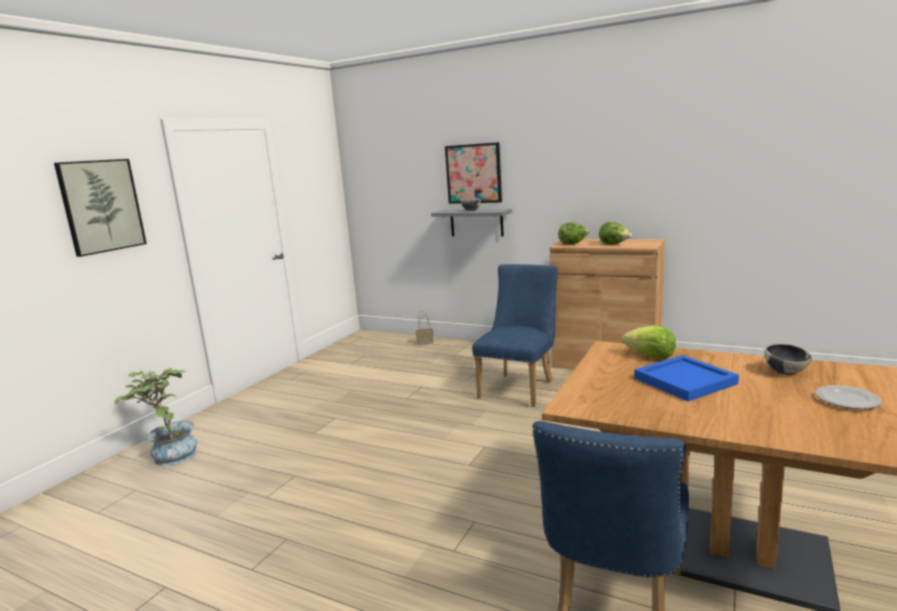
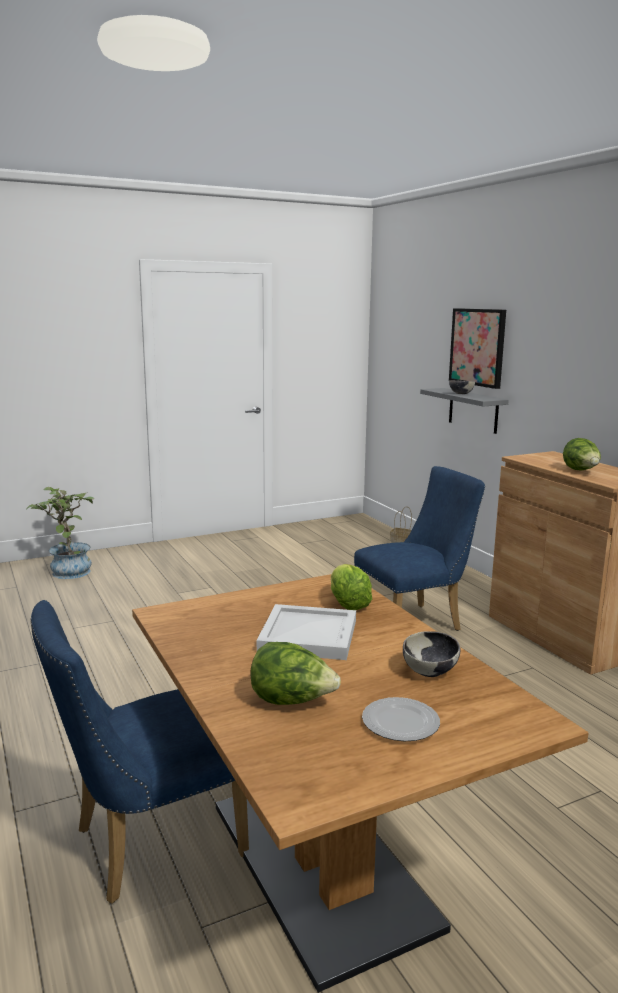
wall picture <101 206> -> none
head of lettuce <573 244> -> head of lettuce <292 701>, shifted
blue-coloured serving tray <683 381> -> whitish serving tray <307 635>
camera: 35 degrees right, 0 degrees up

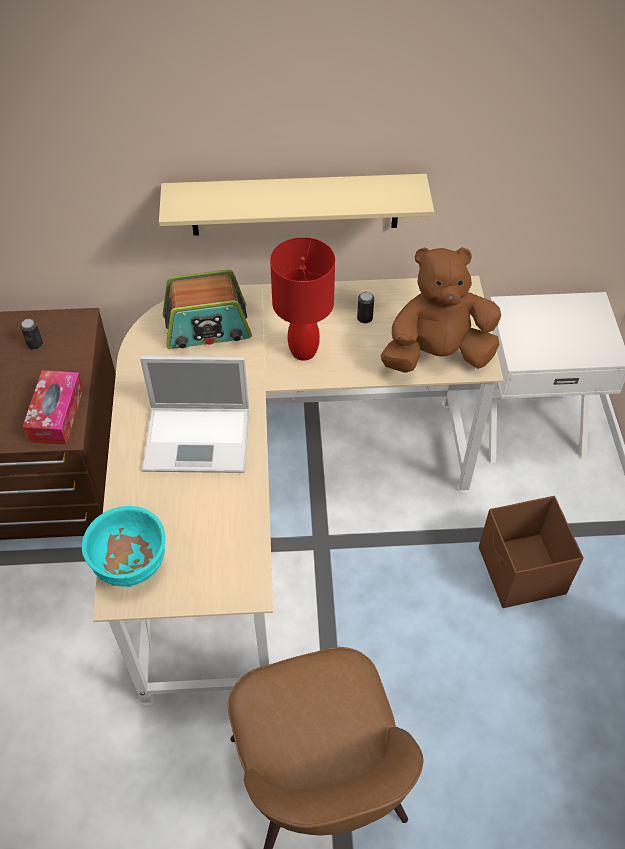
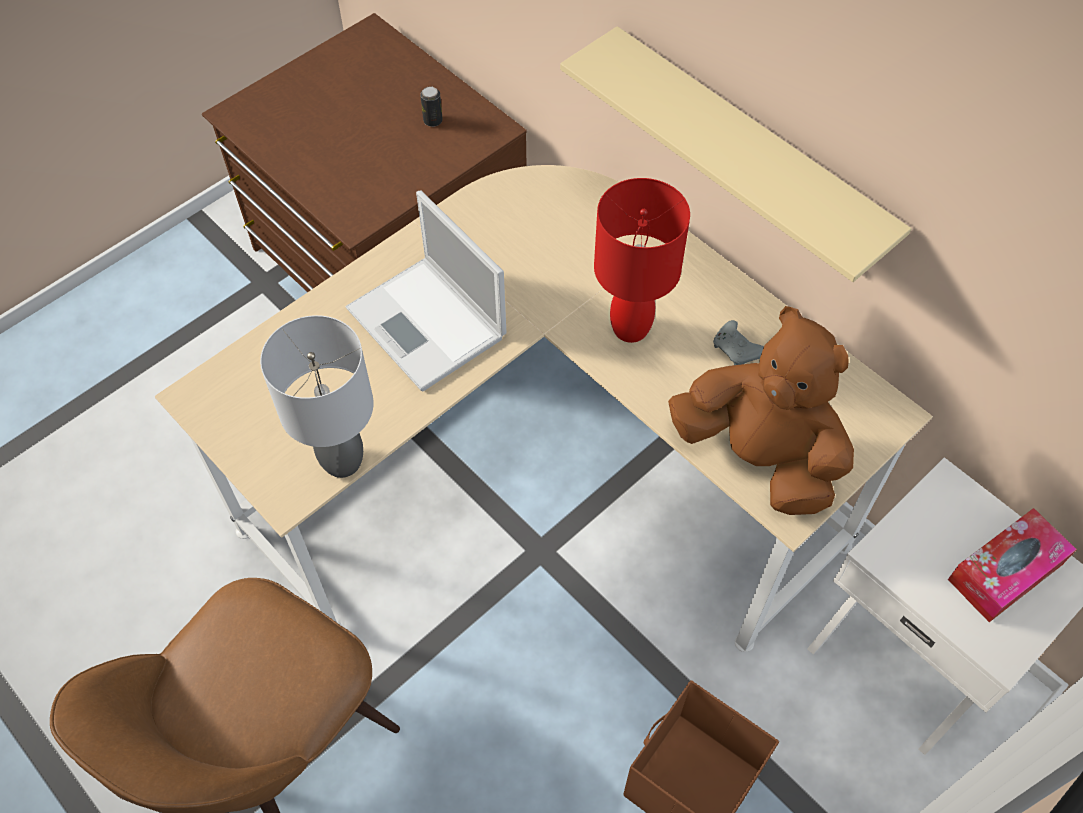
box of tissues <56 414> -> box of tissues <1005 572>, shifted
blue-green bowl <132 563> -> none
radio <207 328> -> none
sealed can <364 318> -> grey gamepad <737 350>
none -> grey table lamp <344 461>
camera: 50 degrees right, 5 degrees up

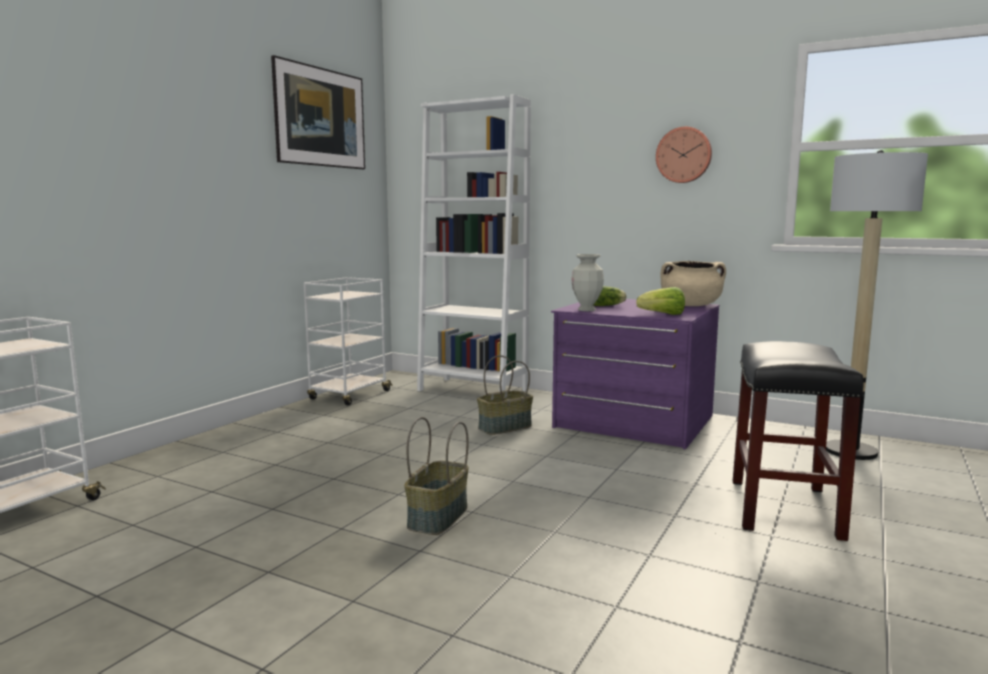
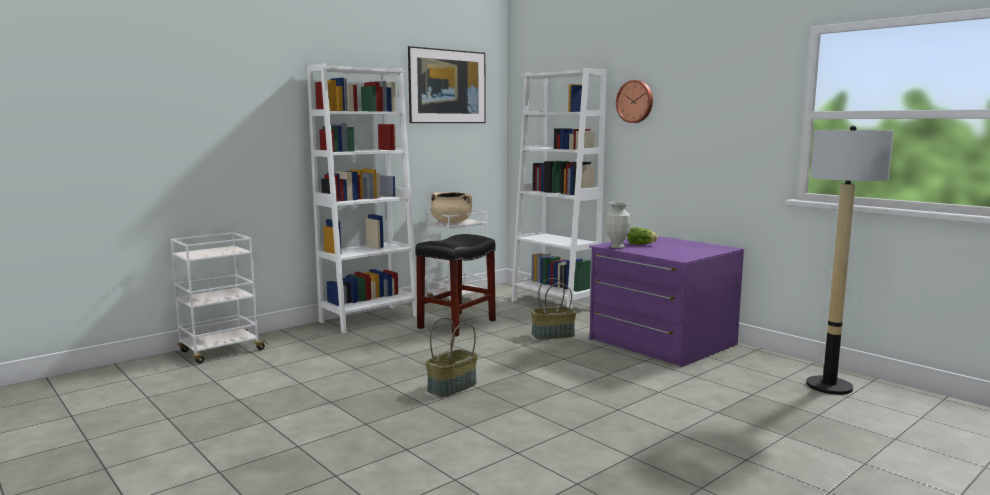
head of lettuce <663 315> -> none
hanging clock <684 155> -> hanging clock <635 101>, shifted
beige-coloured stockpot <691 305> -> beige-coloured stockpot <451 222>, shifted
black-coloured stool <783 507> -> black-coloured stool <457 324>, shifted
none -> whitish shelving unit <369 319>
camera: 20 degrees right, 0 degrees up

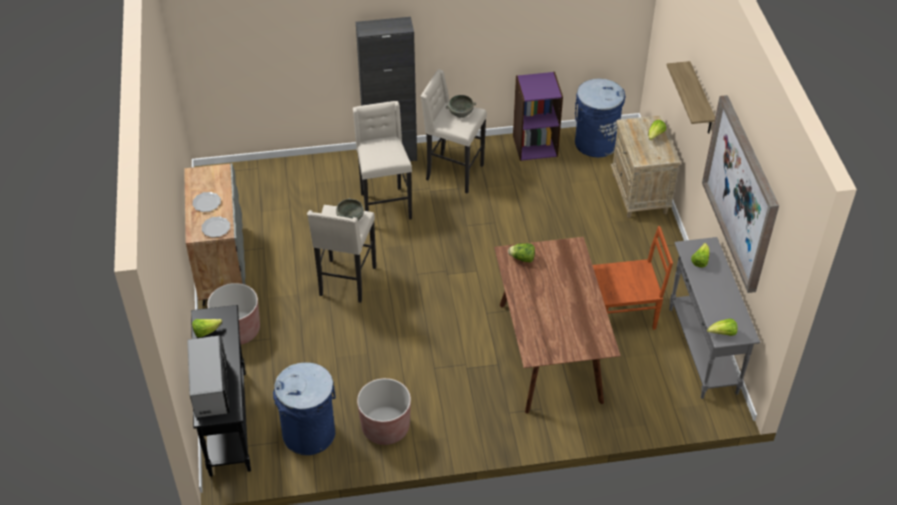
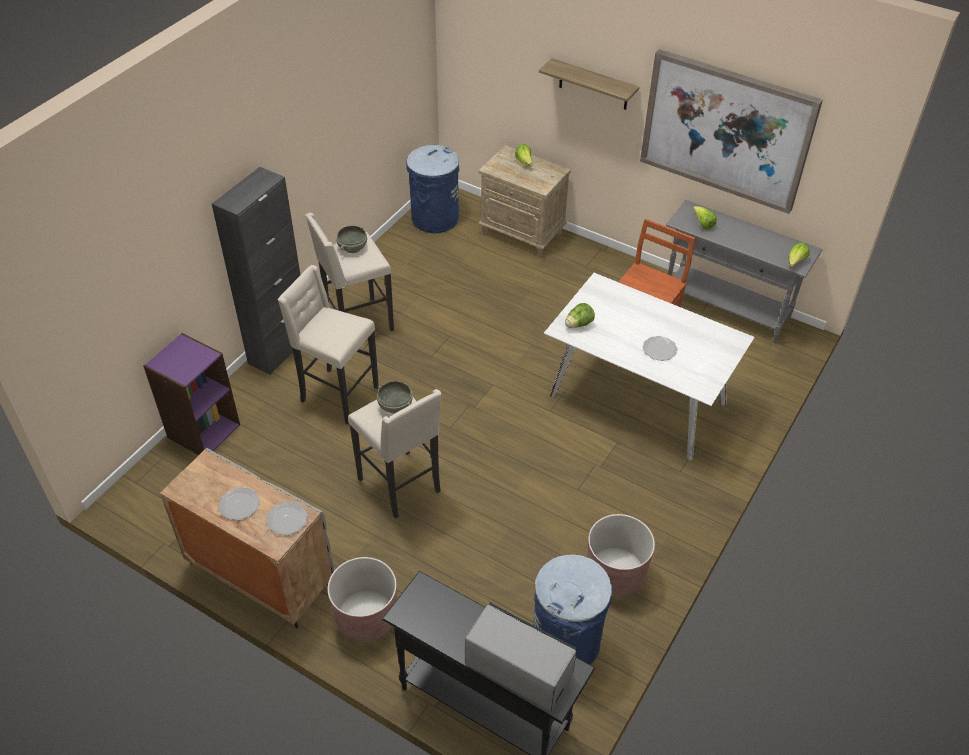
head of lettuce <206 331> -> none
brownish dinner table <548 352> -> whitish dinner table <636 400>
purple-coloured shelving unit <535 145> -> purple-coloured shelving unit <203 430>, shifted
none -> dinner plate <660 350>
camera: 50 degrees left, 0 degrees up

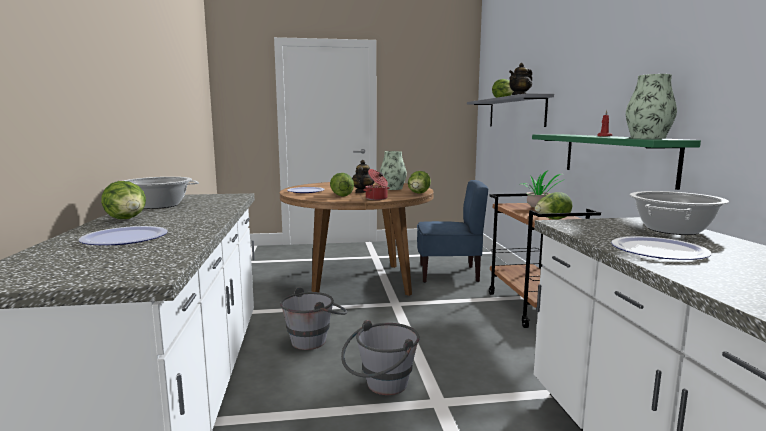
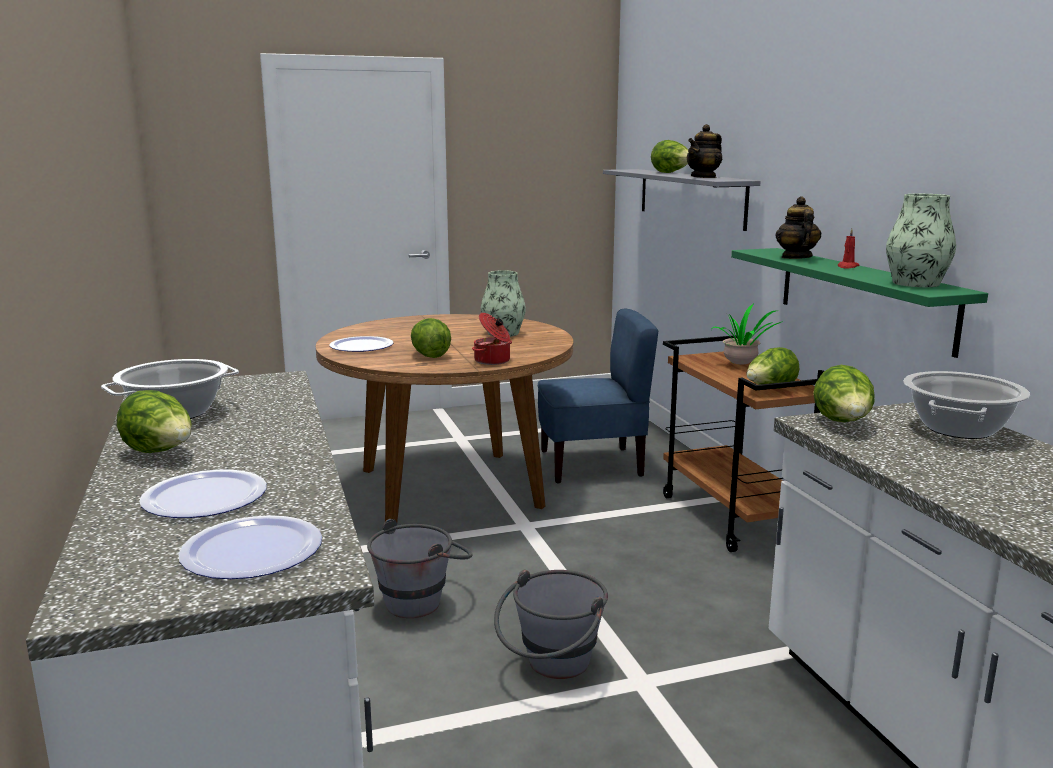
teapot <362 192> -> teapot <796 257>, shifted
head of lettuce <418 194> -> head of lettuce <843 423>, shifted
dinner plate <658 250> -> dinner plate <252 550>, shifted
camera: 10 degrees left, 5 degrees up

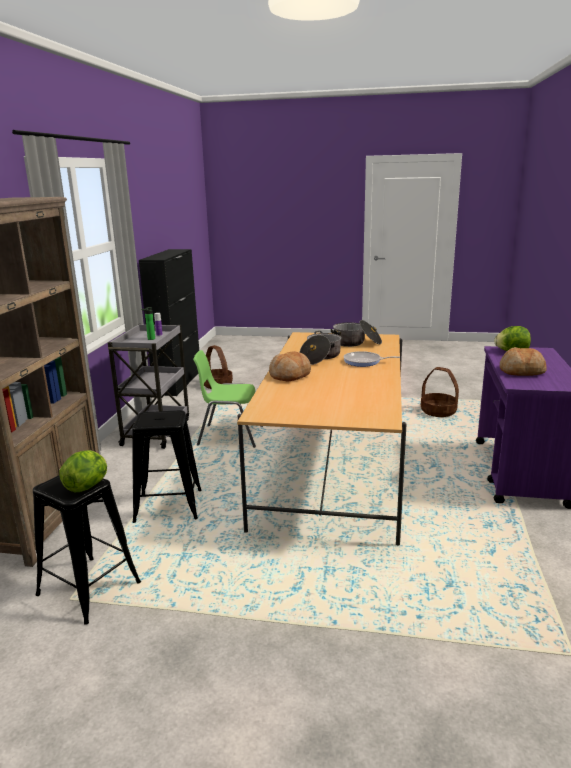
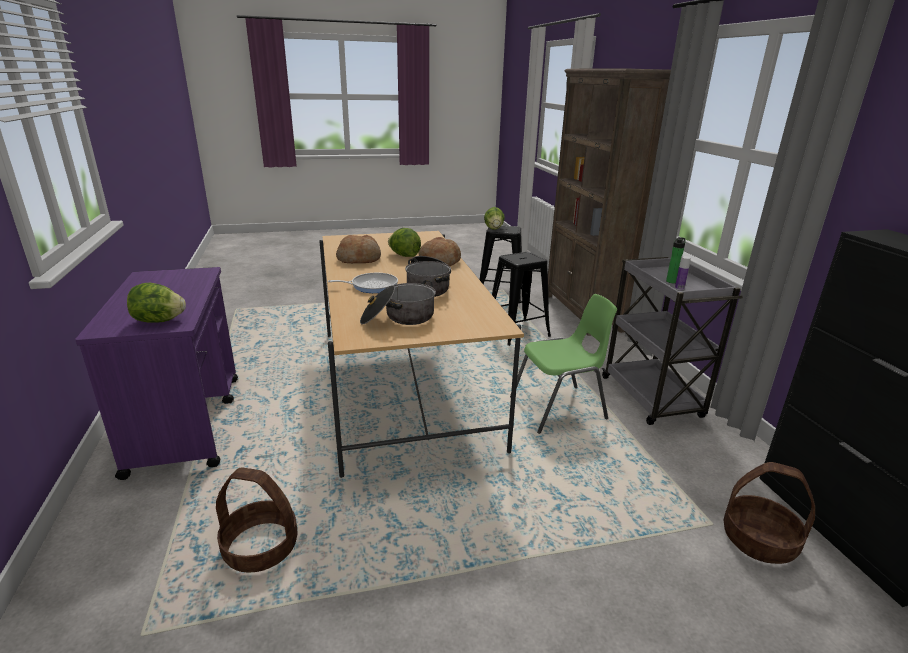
bread <521 371> -> bread <359 259>, shifted
none -> head of lettuce <404 255>
camera: 155 degrees right, 5 degrees up

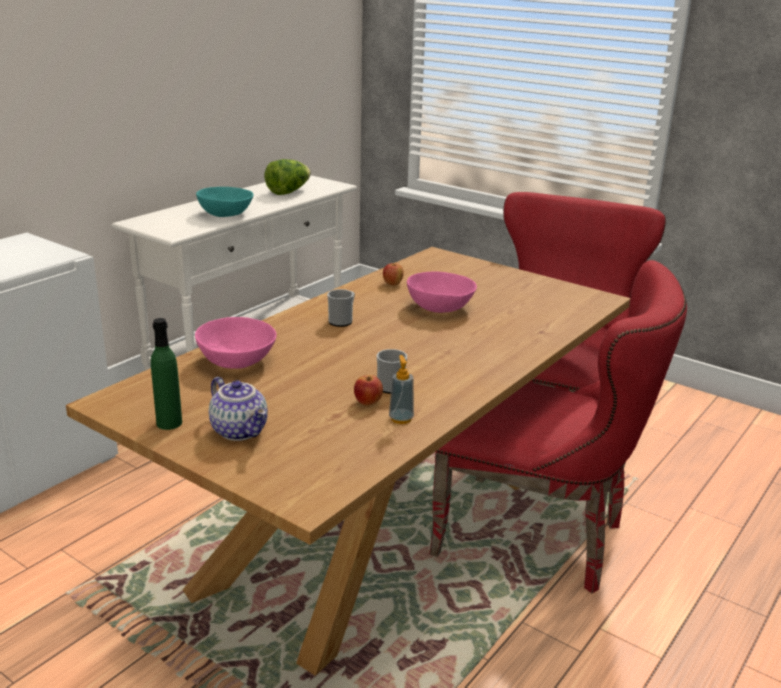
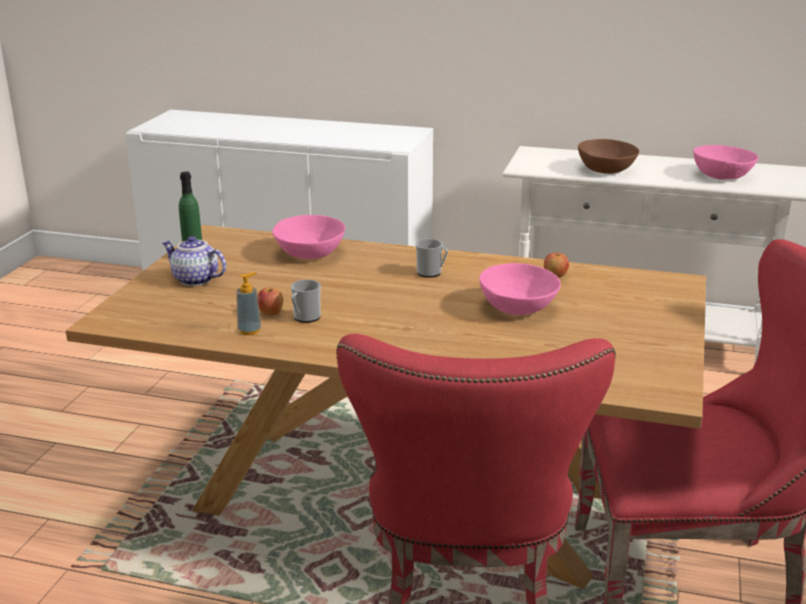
blue-green bowl <225 214> -> brownish bowl <606 170>
teapot <241 431> -> teapot <194 280>, 90 degrees clockwise
head of lettuce <288 192> -> pinkish bowl <722 176>
camera: 70 degrees right, 0 degrees up

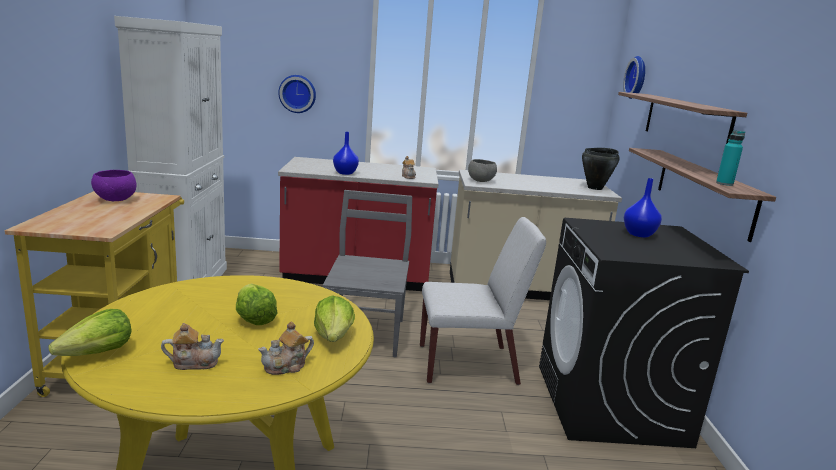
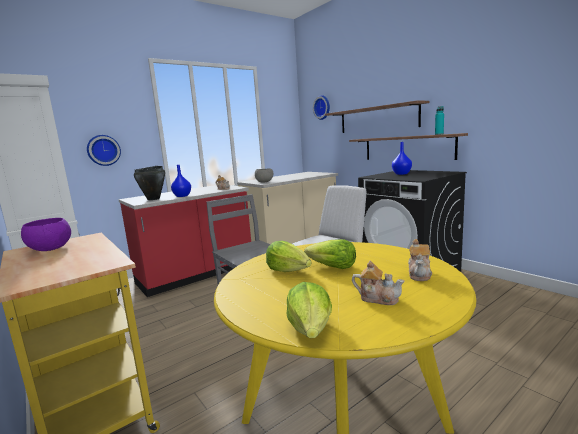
teapot <194 362> -> teapot <378 298>, 75 degrees clockwise
head of lettuce <334 336> -> head of lettuce <289 270>, shifted
black-coloured stockpot <595 188> -> black-coloured stockpot <154 199>, shifted
camera: 35 degrees left, 5 degrees down

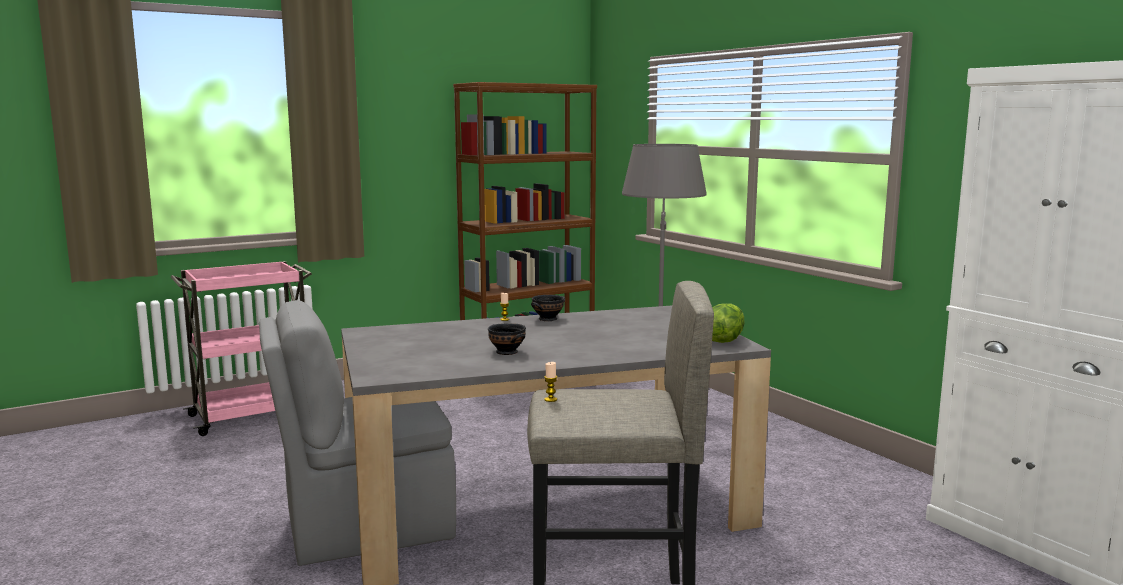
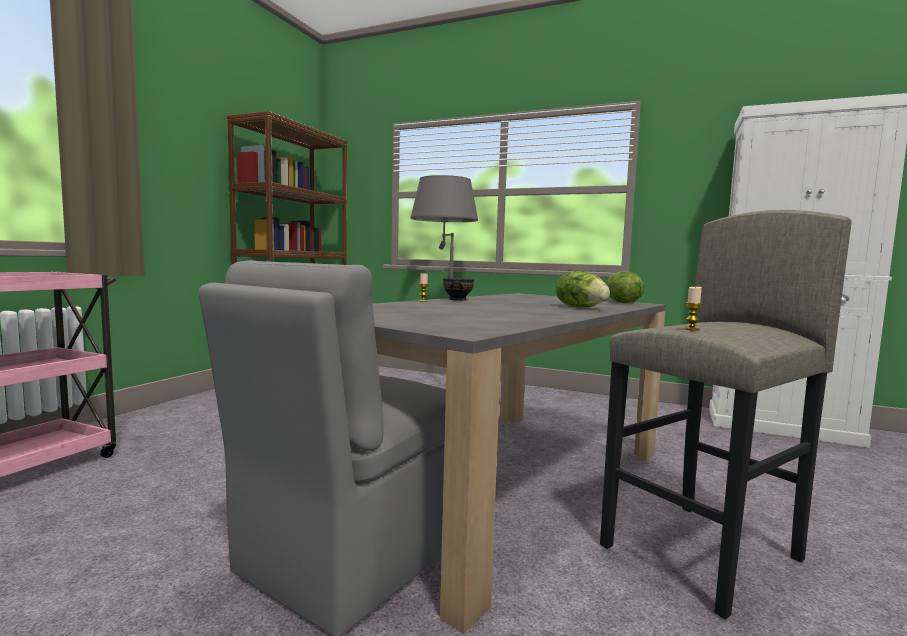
black-coloured bowl <507 352> -> none
none -> head of lettuce <581 307>
camera: 35 degrees left, 5 degrees down

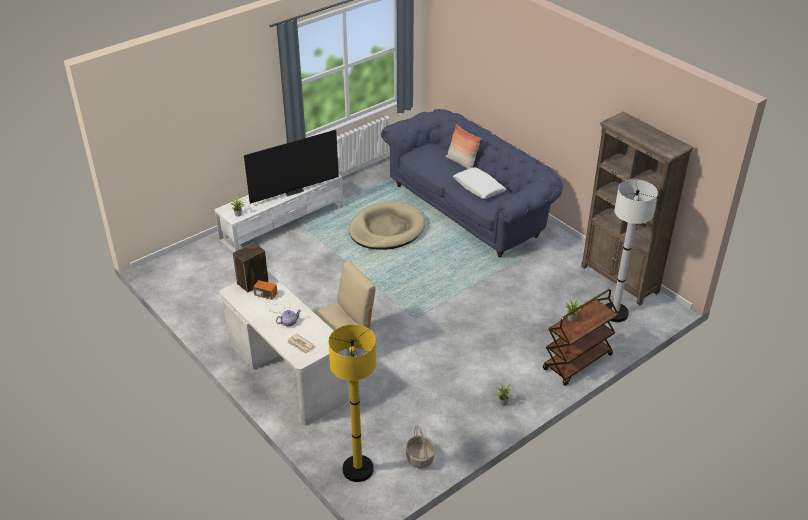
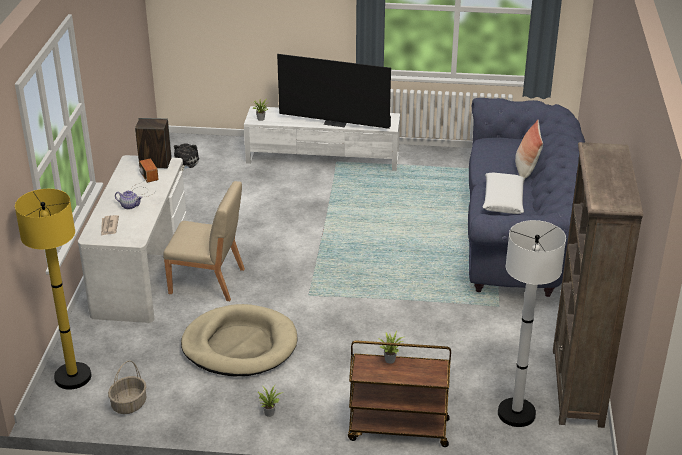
beige-coloured dog cushion <386 229> -> beige-coloured dog cushion <240 345>, shifted
none -> plush toy <185 163>
camera: 45 degrees right, 5 degrees down

